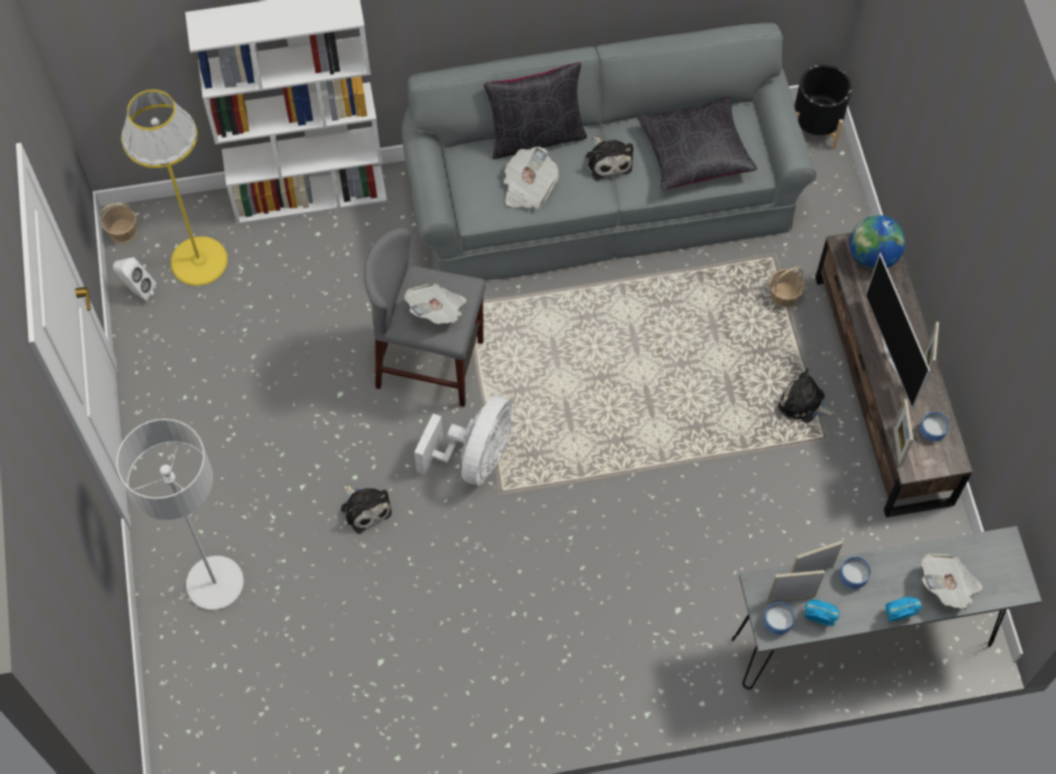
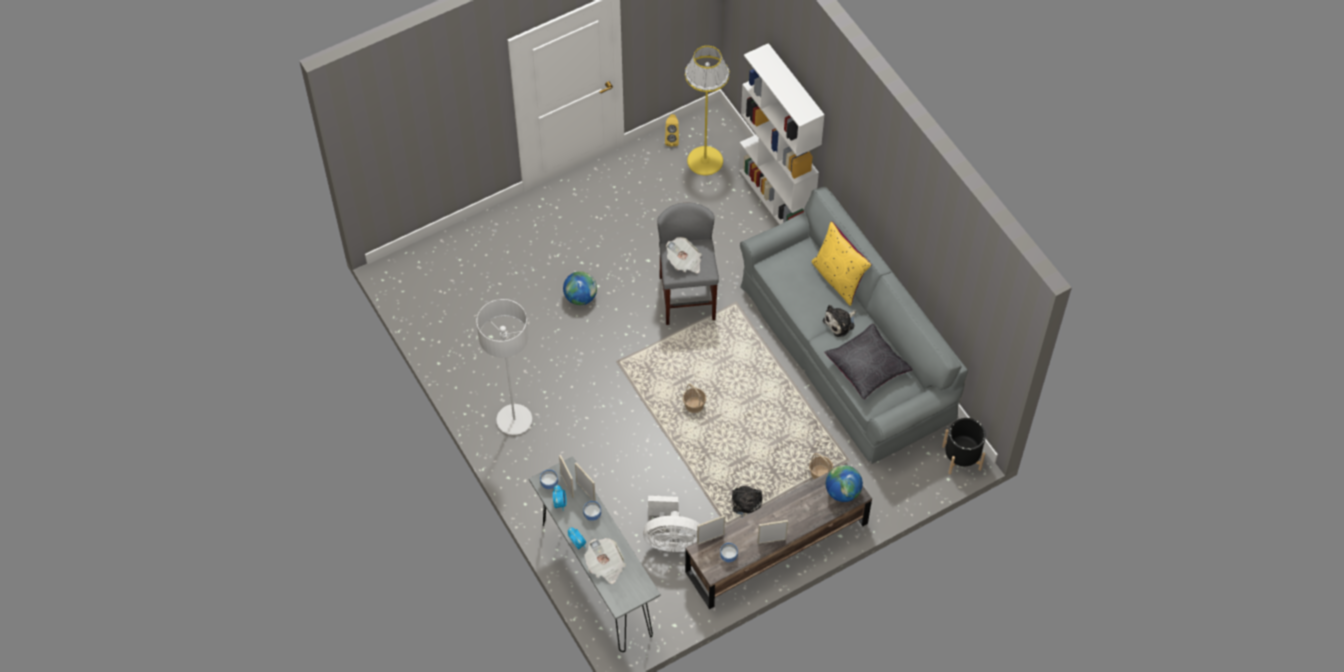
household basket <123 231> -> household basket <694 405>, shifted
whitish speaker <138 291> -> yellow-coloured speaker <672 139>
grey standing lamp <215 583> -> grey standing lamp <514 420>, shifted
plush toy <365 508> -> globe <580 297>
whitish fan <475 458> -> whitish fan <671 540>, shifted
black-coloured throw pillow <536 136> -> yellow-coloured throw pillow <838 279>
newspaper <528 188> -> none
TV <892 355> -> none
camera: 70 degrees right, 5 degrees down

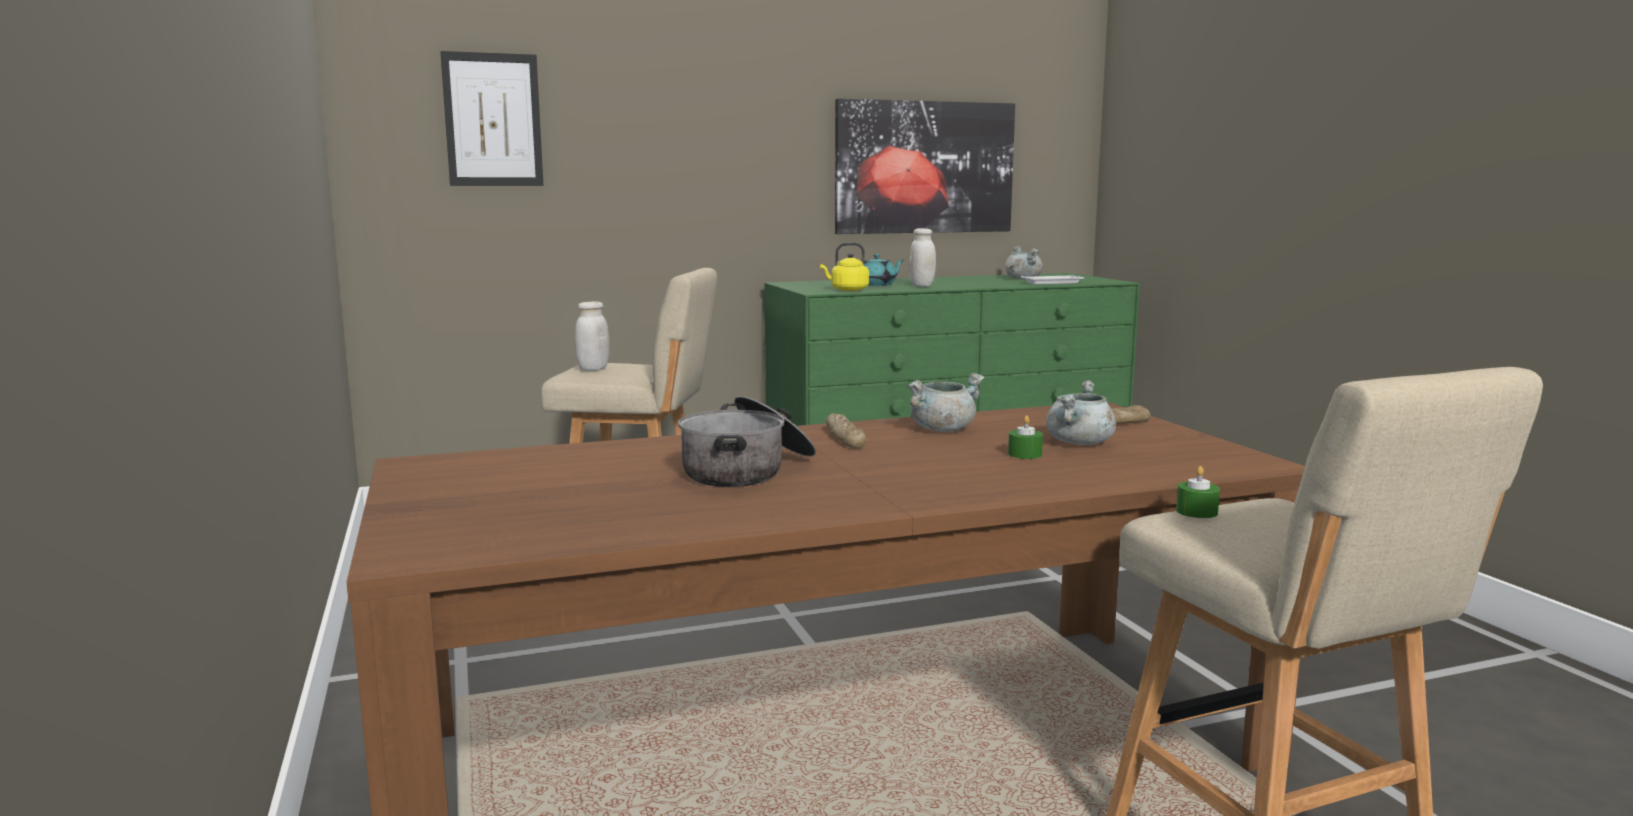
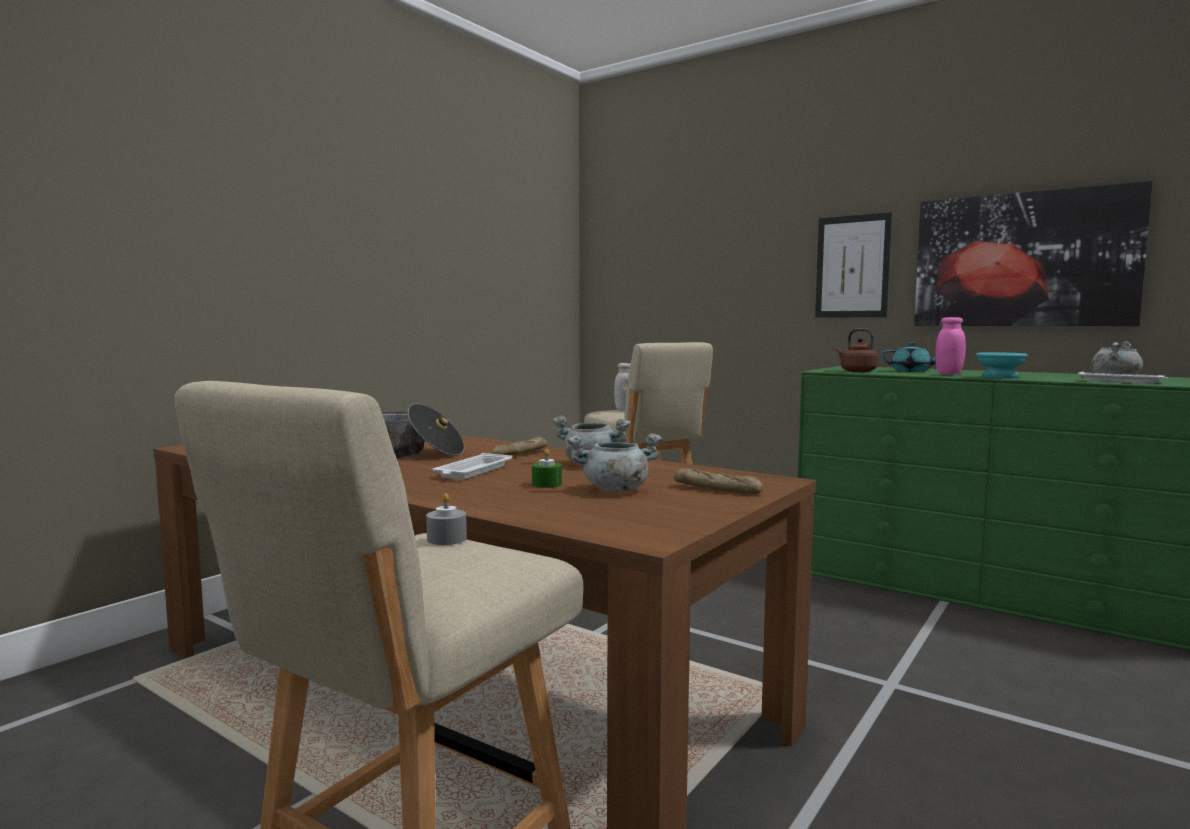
wall picture <493 120> -> wall picture <852 266>, shifted
yellow-coloured kettle <847 290> -> brownish kettle <856 371>
whitish preserve jar <922 285> -> pinkish preserve jar <949 374>
greenish candle <1196 512> -> grey candle <446 539>
none -> whitish serving tray <472 472>
none -> blue-green bowl <998 377>
camera: 55 degrees right, 5 degrees down

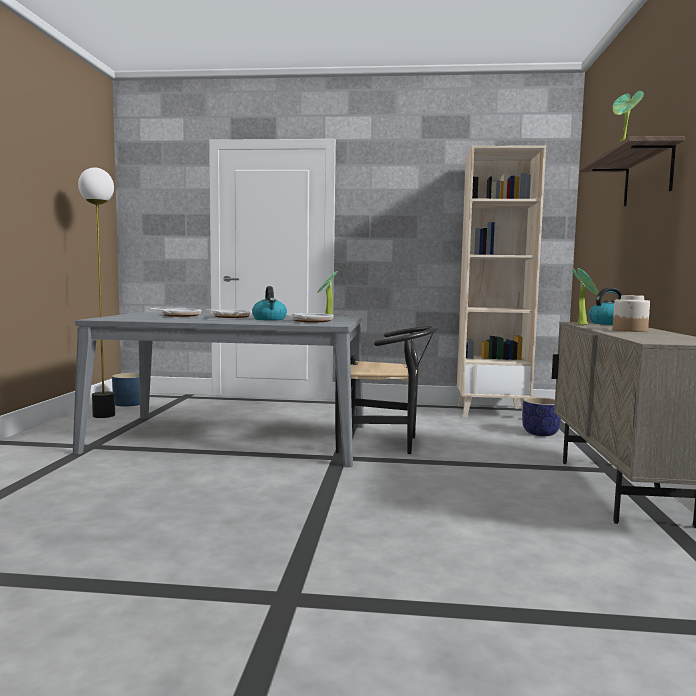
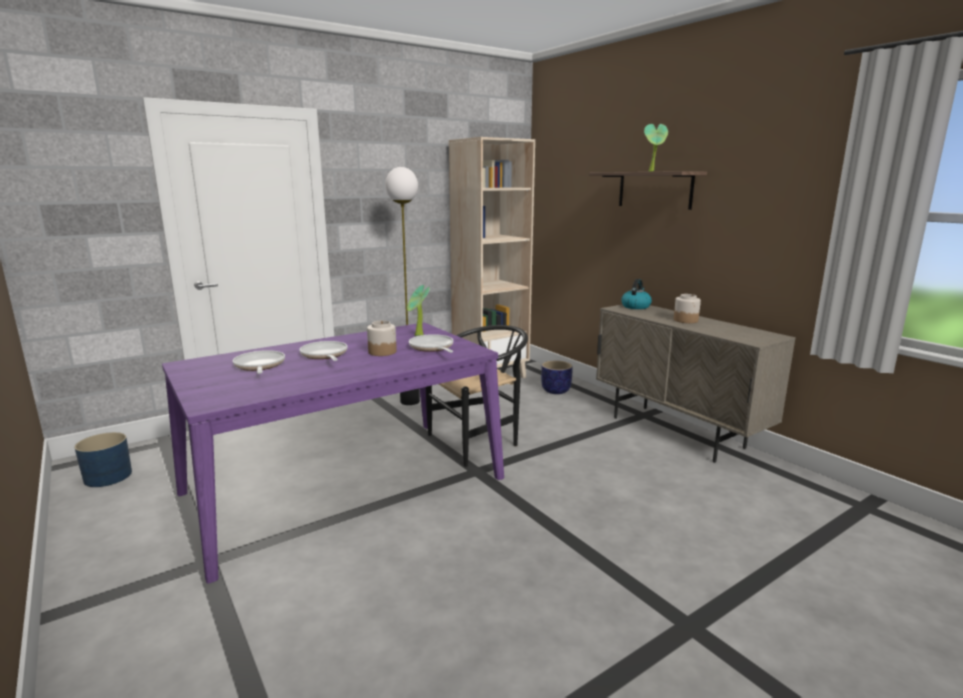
grey dinner table <232 438> -> purple-coloured dinner table <345 485>
standing lamp <104 415> -> standing lamp <410 401>, shifted
kettle <269 319> -> preserve jar <382 352>
houseplant <583 324> -> none
camera: 40 degrees left, 10 degrees up

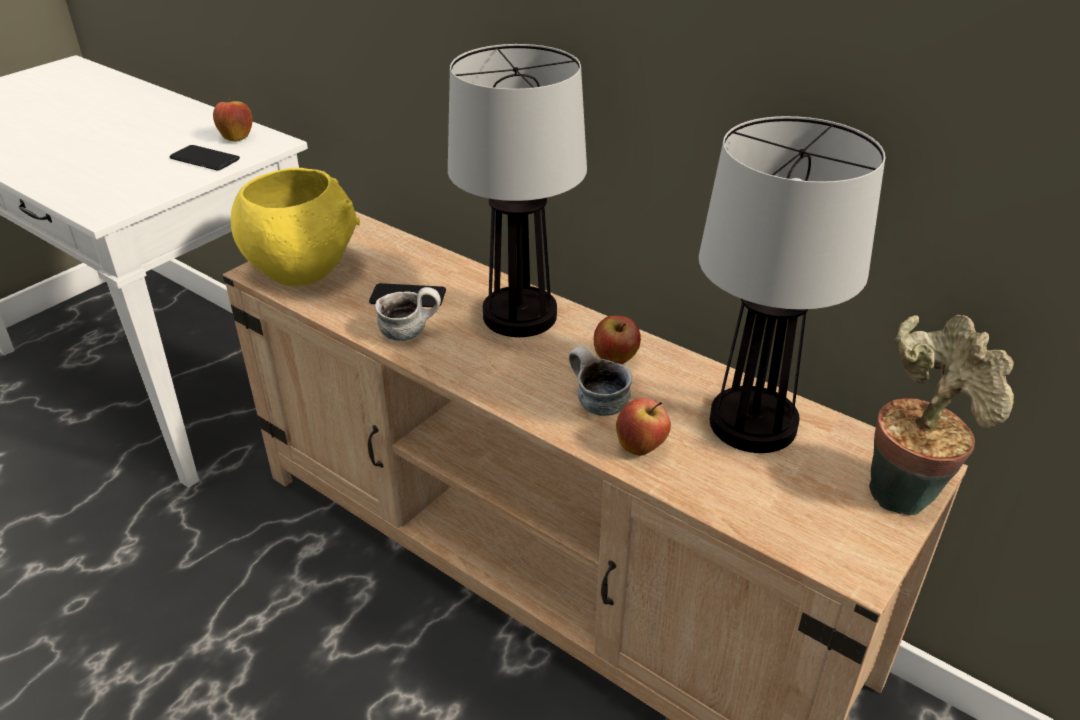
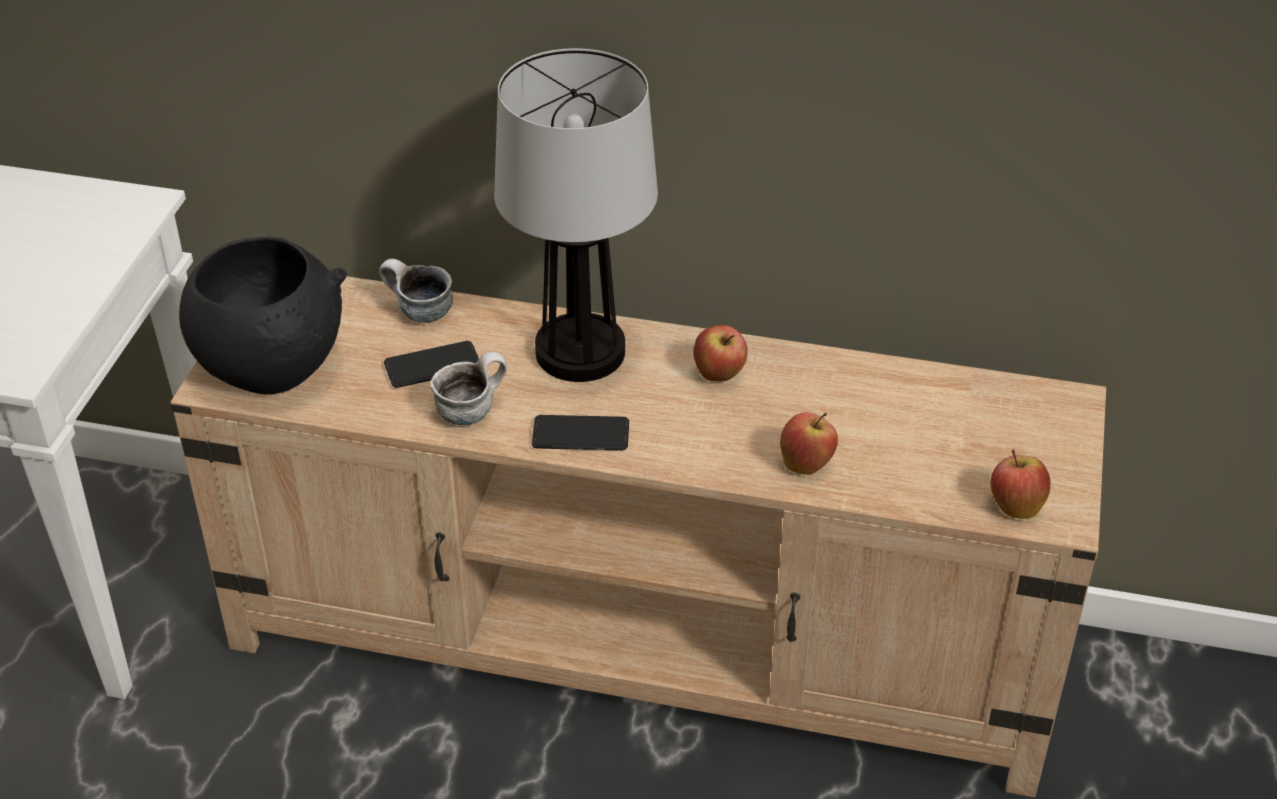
handset <204 159> -> handset <580 434>, shifted
apple fruit <236 137> -> apple fruit <1015 506>, shifted
yellow-coloured bowl <302 269> -> black-coloured bowl <271 367>
tea mug <595 404> -> tea mug <418 313>, shifted
table lamp <754 425> -> none
houseplant <907 491> -> none
camera: 25 degrees left, 5 degrees up

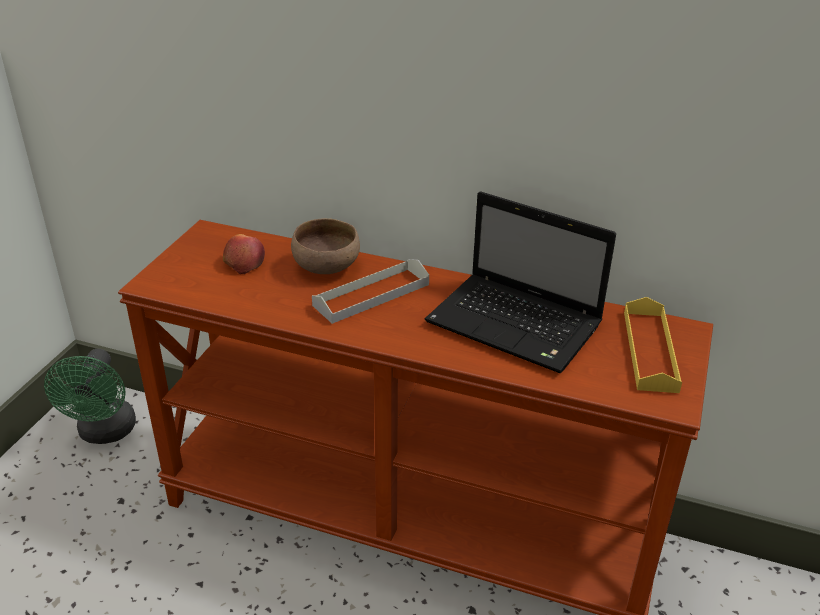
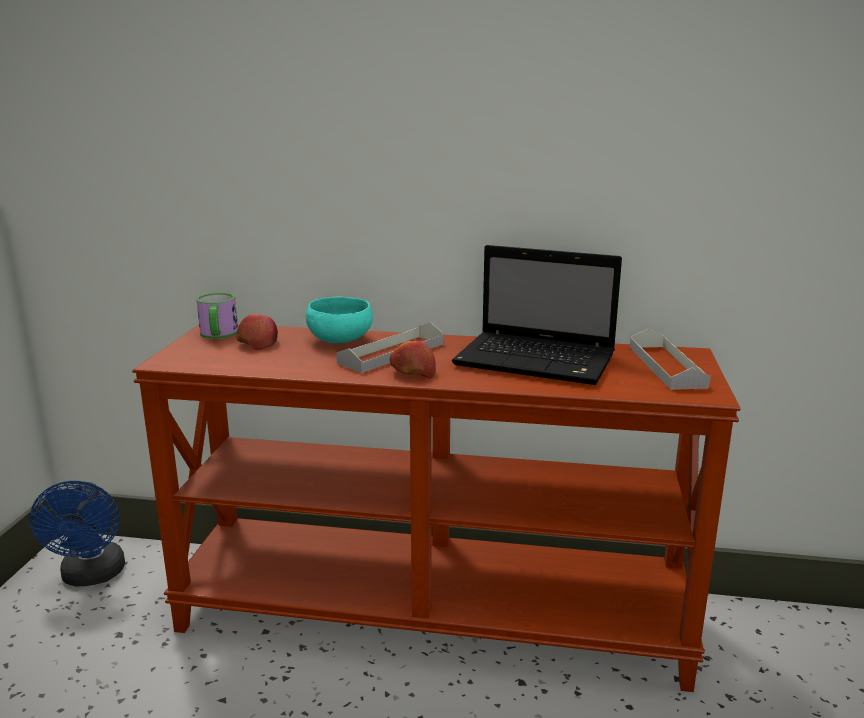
greenish fan <105 433> -> blue-coloured fan <92 576>
brownish bowl <328 267> -> blue-green bowl <341 340>
yellow-coloured serving tray <650 350> -> grey serving tray <666 366>
none -> tea mug <218 335>
none -> apple fruit <412 372>
camera: 10 degrees left, 15 degrees down

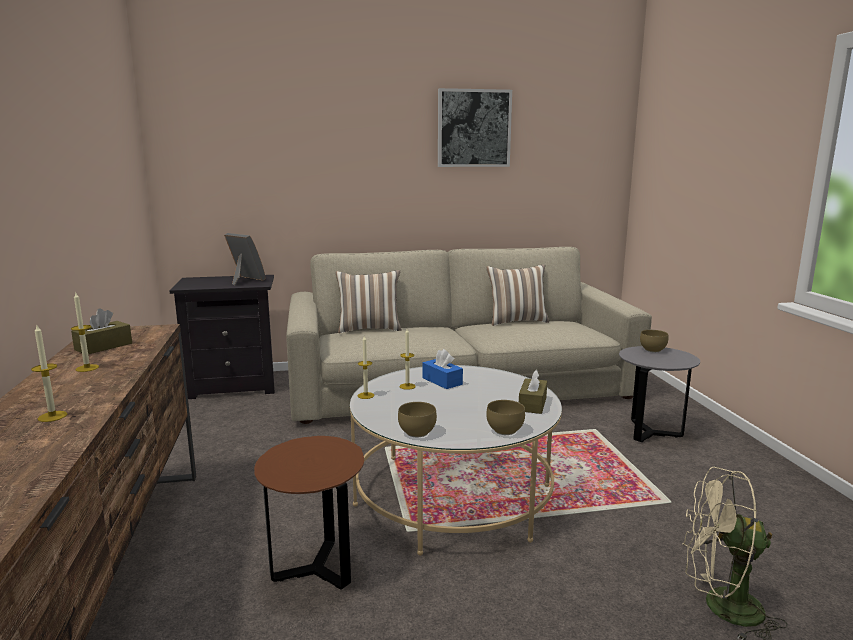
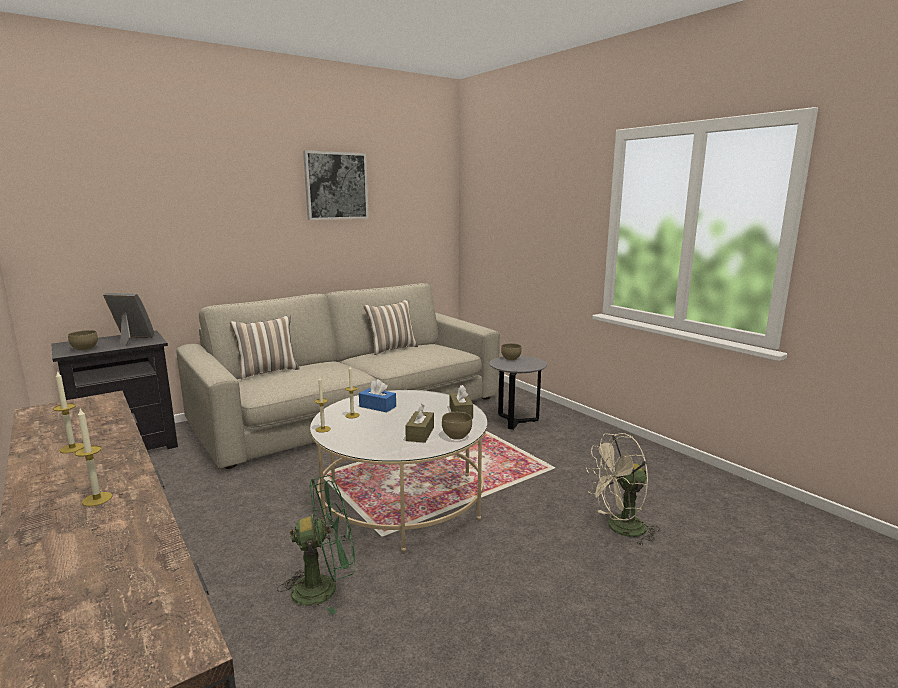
brownish box of tissues <103 346> -> brownish box of tissues <420 434>, shifted
brownish accent table <316 570> -> greenish fan <324 587>
brownish bowl <416 432> -> brownish bowl <84 349>, shifted
camera: 25 degrees left, 0 degrees up

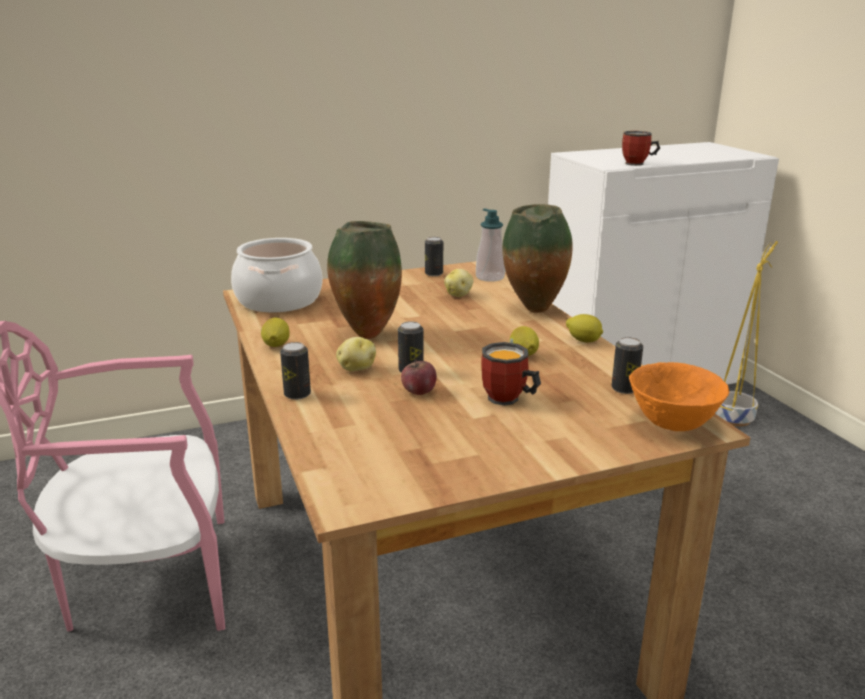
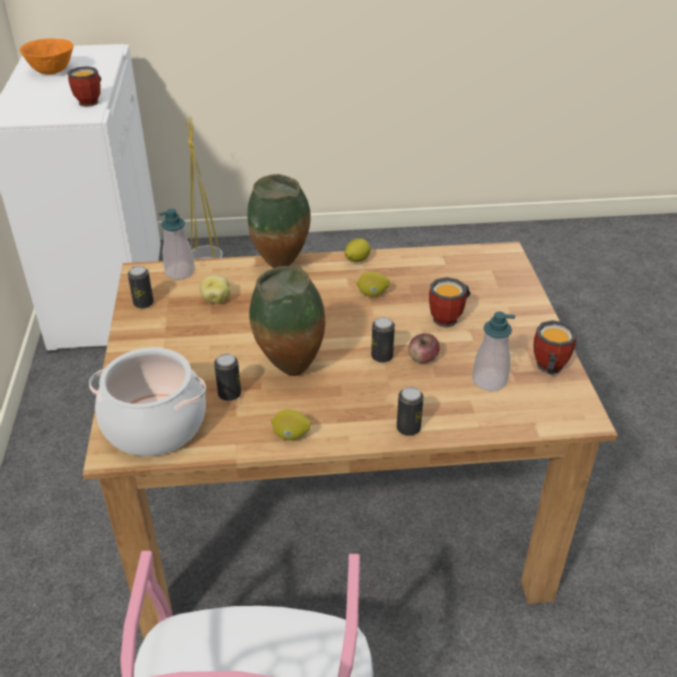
spud <356 369> -> none
sealed can <624 389> -> sealed can <229 394>, shifted
orangey bowl <672 425> -> orangey bowl <52 72>, shifted
none -> soap dispenser <489 380>
none -> tea mug <547 368>
camera: 75 degrees left, 15 degrees up

